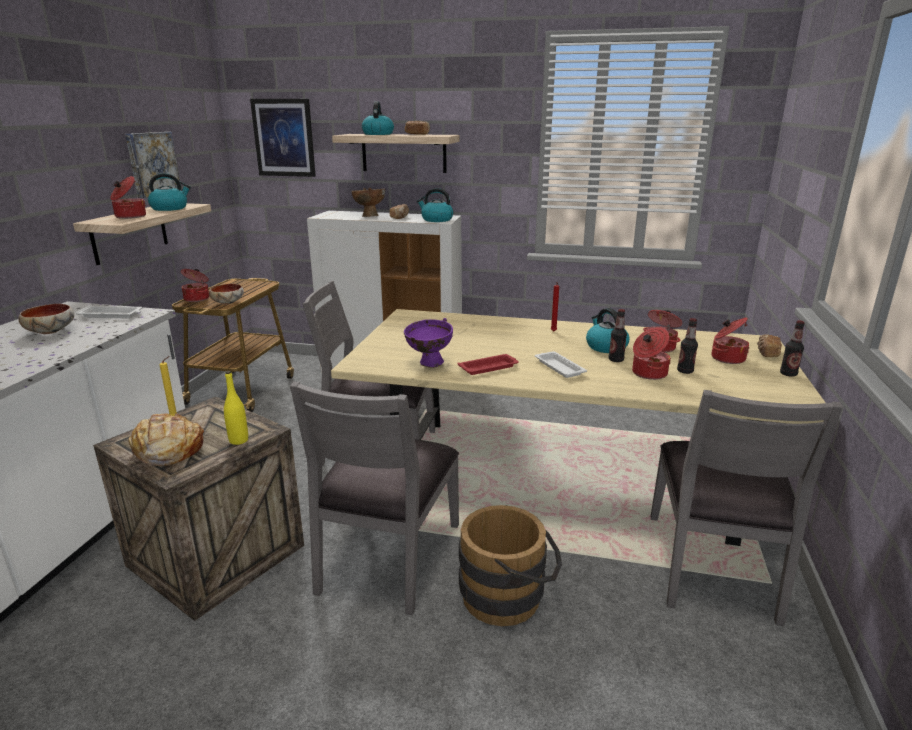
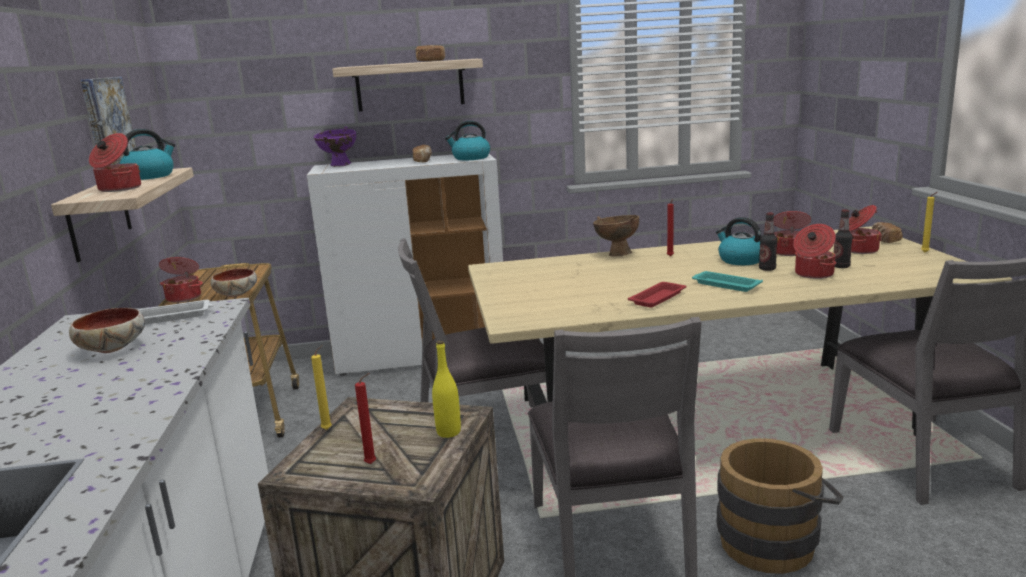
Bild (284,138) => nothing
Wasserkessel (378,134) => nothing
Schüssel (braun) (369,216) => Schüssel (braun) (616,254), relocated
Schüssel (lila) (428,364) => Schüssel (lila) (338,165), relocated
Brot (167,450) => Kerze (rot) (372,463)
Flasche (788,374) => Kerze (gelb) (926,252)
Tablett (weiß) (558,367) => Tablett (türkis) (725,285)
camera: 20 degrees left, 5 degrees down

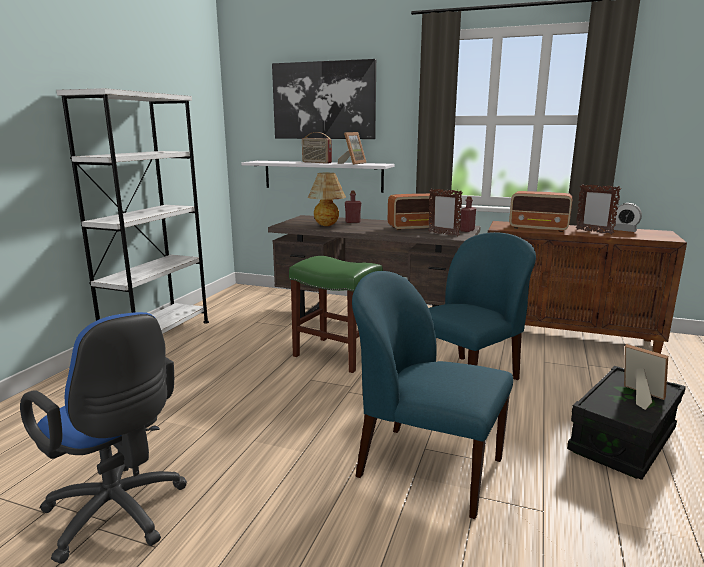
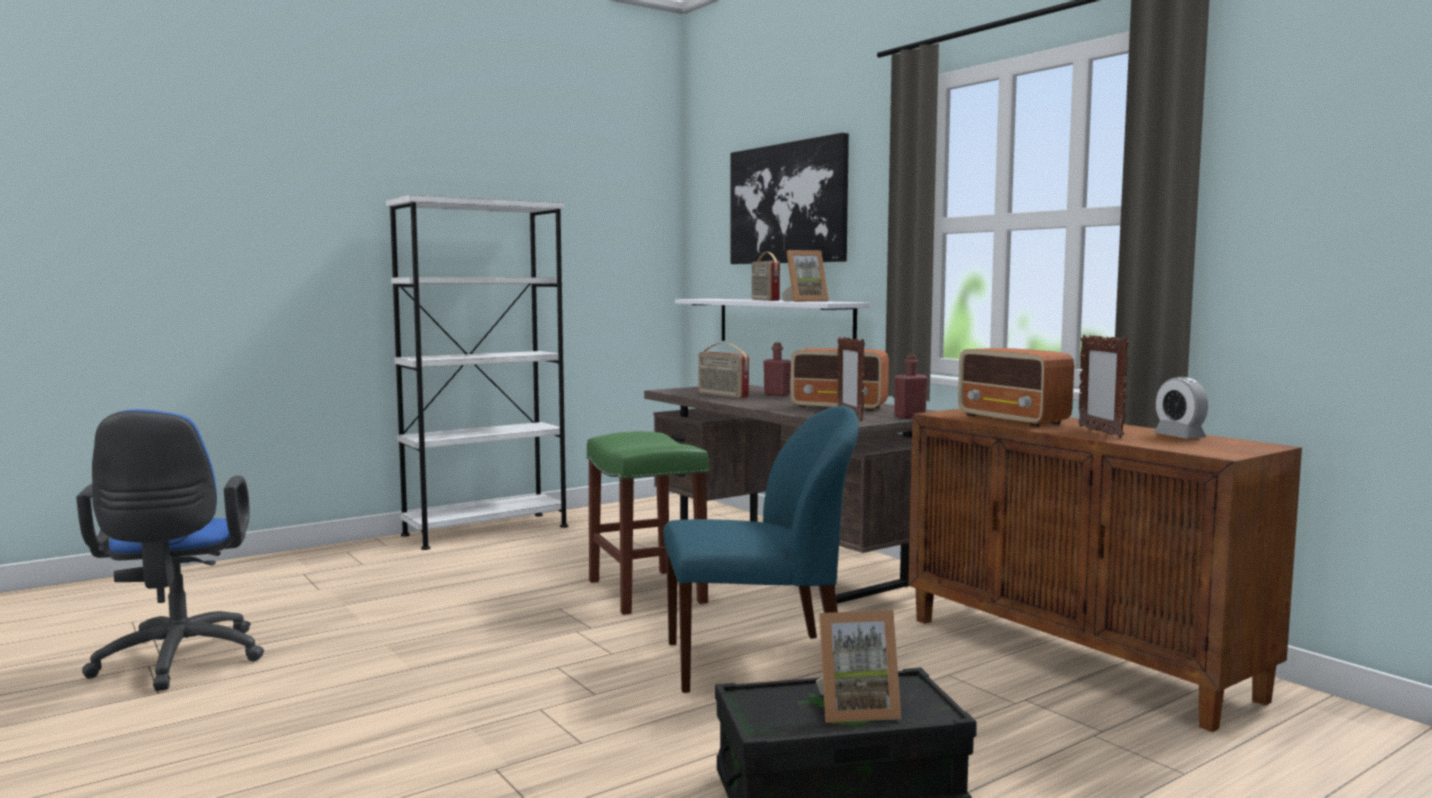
Stuhl (blau) (426,467) => nothing
Tischlampe (327,226) => Radio (722,395)
Bilderrahmen (639,397) => Bilderrahmen (855,709), 90 degrees clockwise
camera: 35 degrees right, 10 degrees down

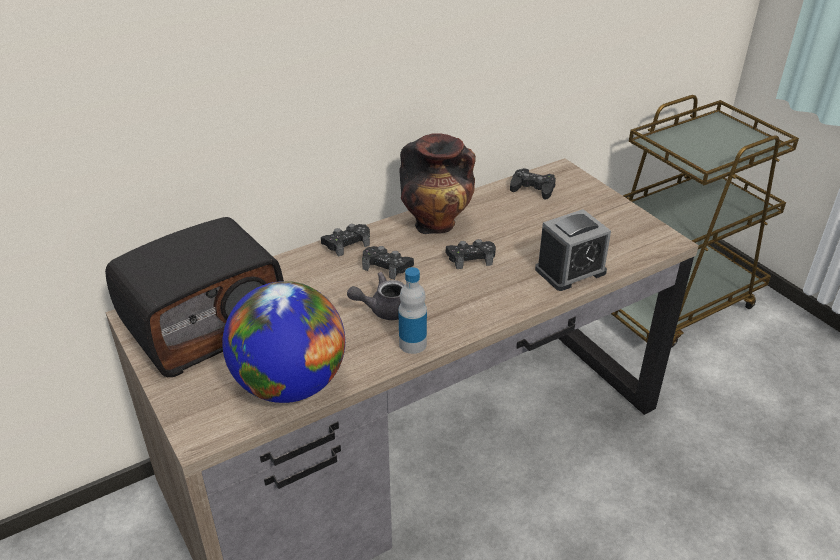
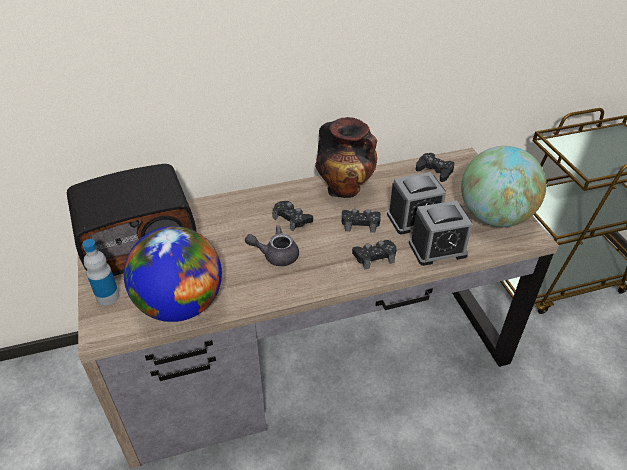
nothing => Wecker (414,219)
nothing => Globus (494,217)
Gamepad (schwarz) (347,243) => Gamepad (schwarz) (374,257), relocated
Flasche (412,344) => Flasche (108,296), relocated
camera: 15 degrees right, 5 degrees up

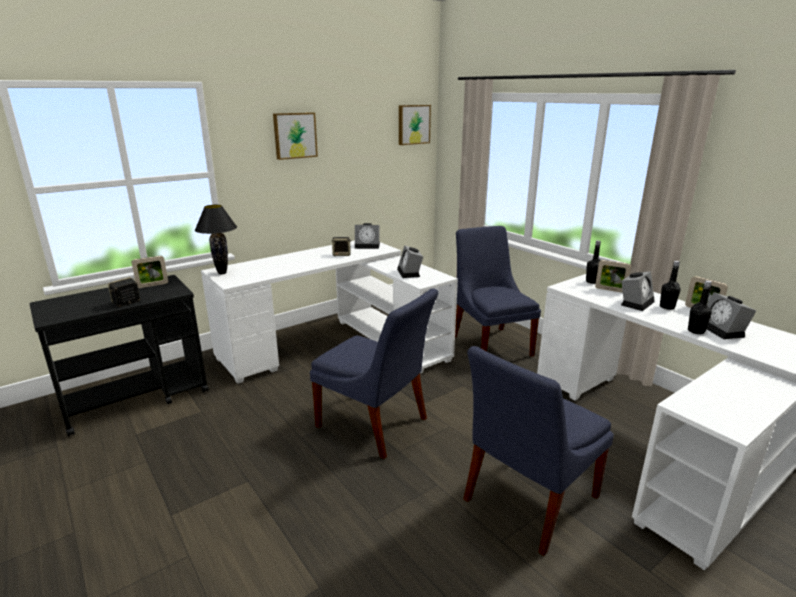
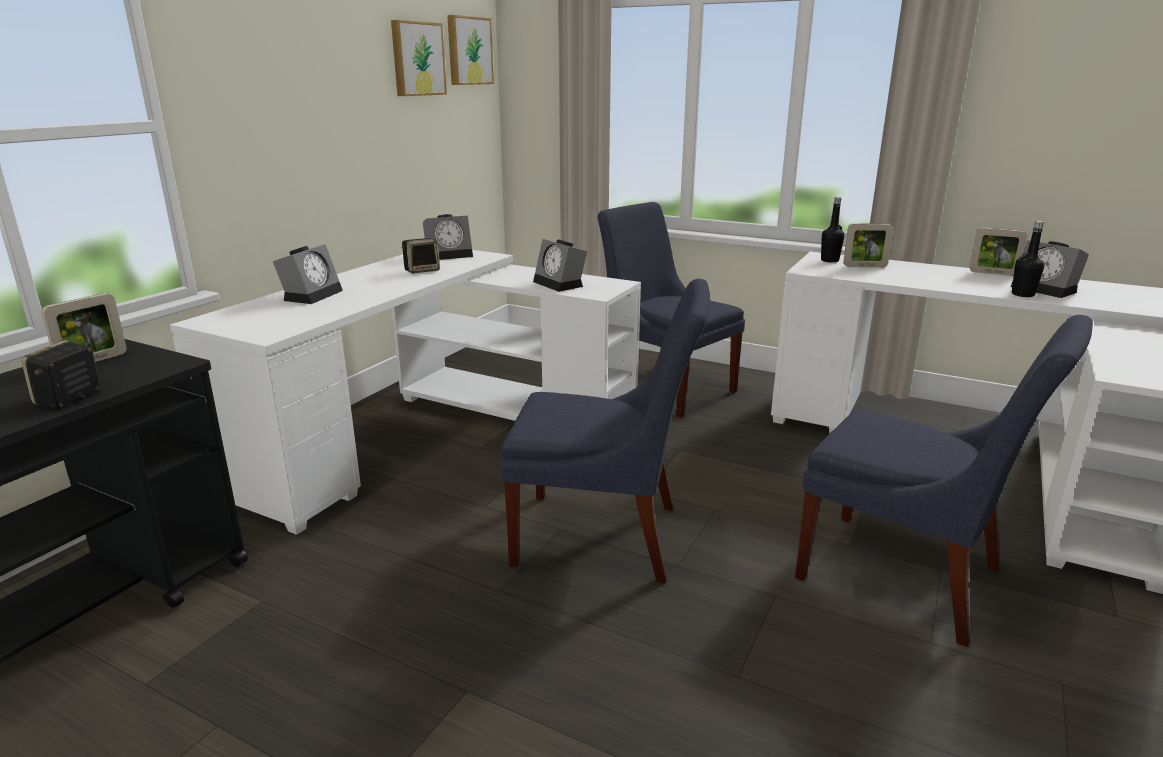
Tischlampe (schwarz) (222,273) => nothing
Flasche (schwarz) (667,307) => nothing
Bild (294,135) => Bild (417,59), relocated
Wecker (636,302) => Wecker (312,295), relocated
Stuhl (blau) (527,501) => Stuhl (blau) (908,578), 75 degrees counterclockwise
camera: 25 degrees left, 0 degrees up

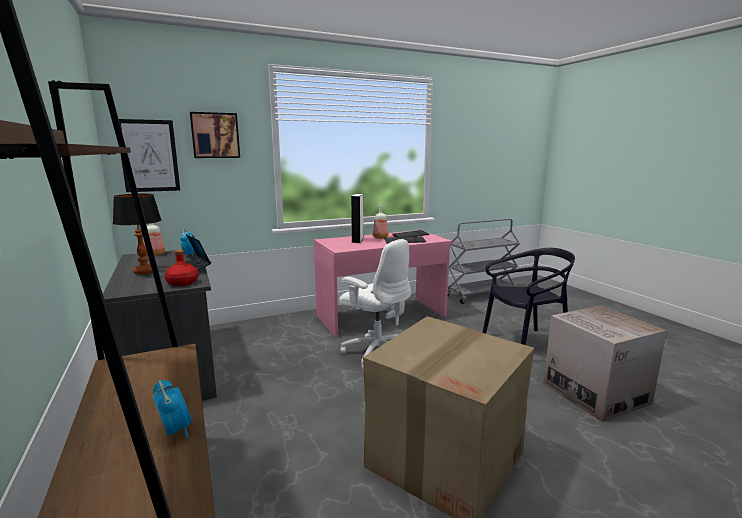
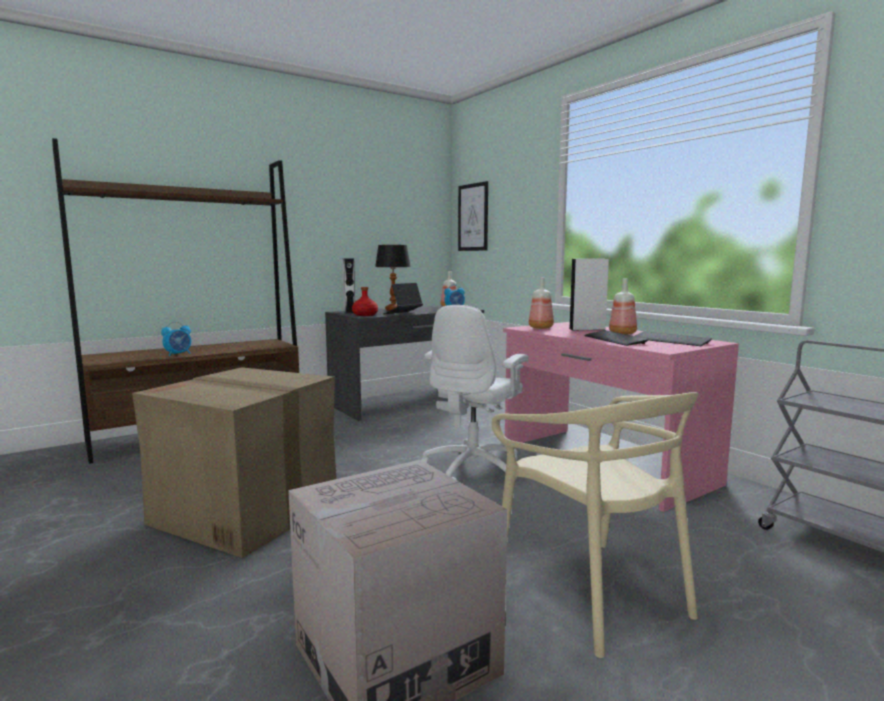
Bild (215,135) => nothing
nothing => Lautsprecher (weiß) (349,312)
nothing => Flasche (540,327)
Stuhl (schwarz) (525,344) => Stuhl (beige) (592,592)
camera: 80 degrees right, 5 degrees down

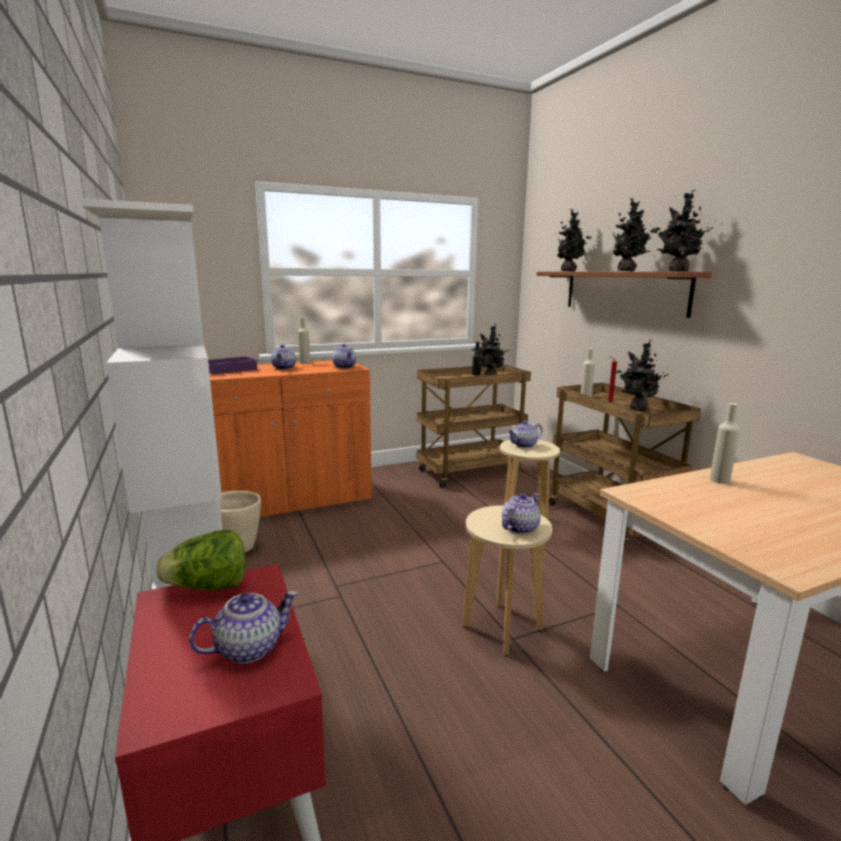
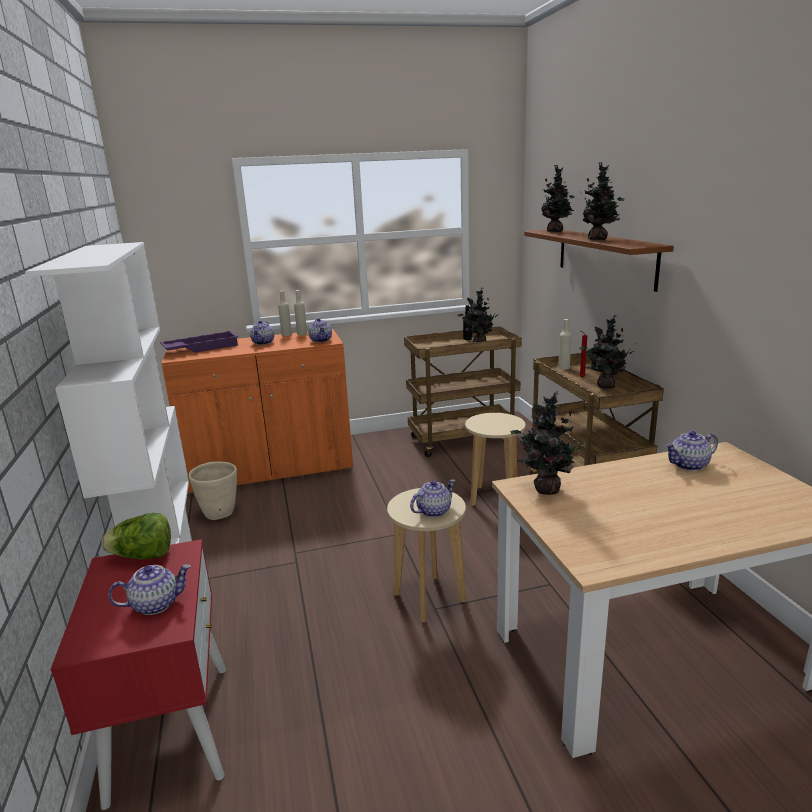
Teekanne (524,445) => Teekanne (689,465), relocated
Topfpflanze (676,271) => Topfpflanze (544,489), relocated
Flasche (beige) (719,480) => Flasche (beige) (302,334), relocated
camera: 10 degrees right, 5 degrees up

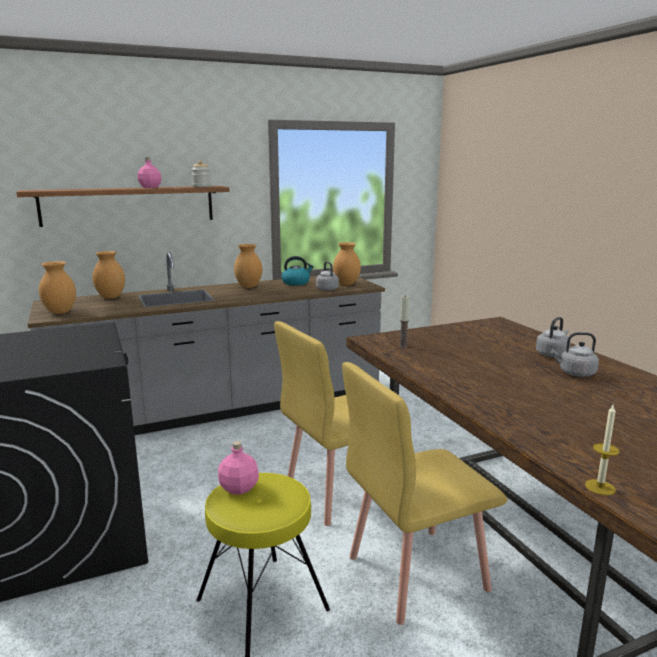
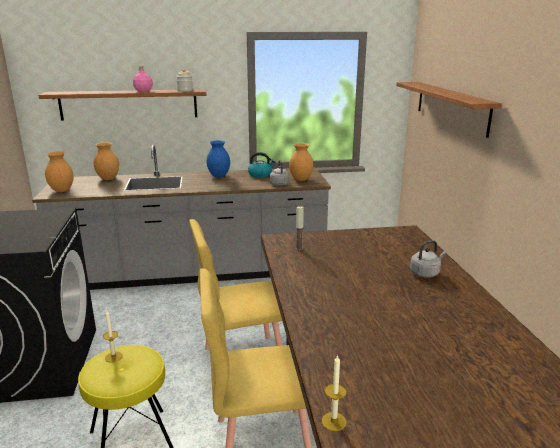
Wasserkessel (grau) (575,373) => nothing
nothing => Wandregal (451,106)
Flasche (rosa) (239,488) => Kerze (113,357)
Vase (braun) (248,286) => Vase (blau) (218,176)
camera: 15 degrees right, 5 degrees up

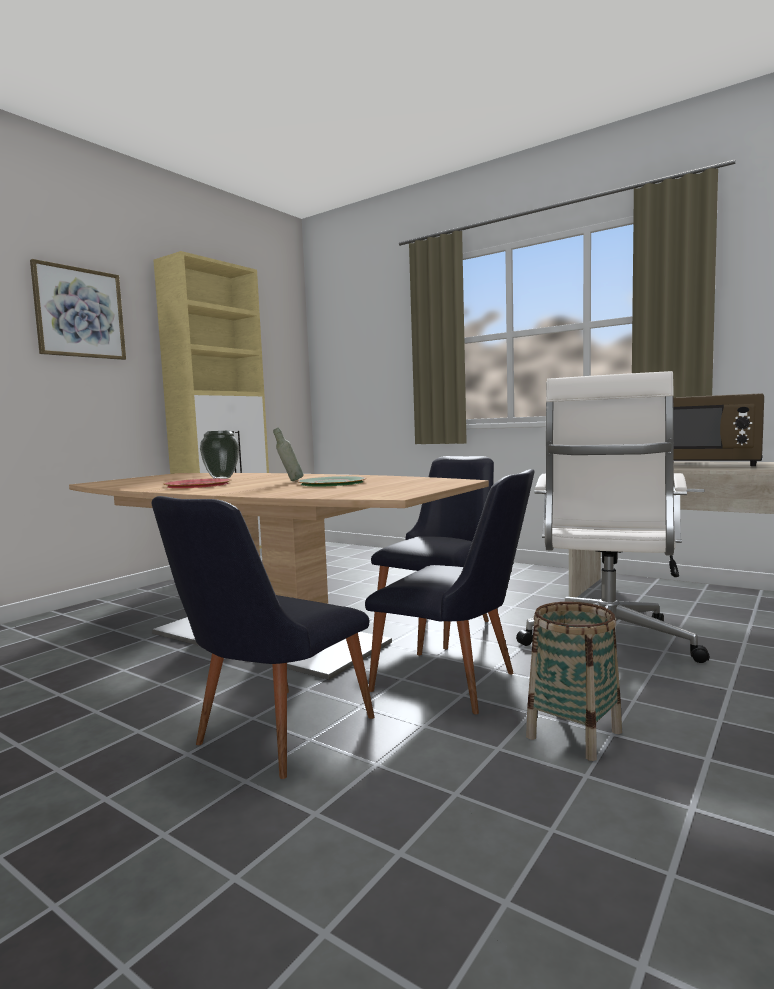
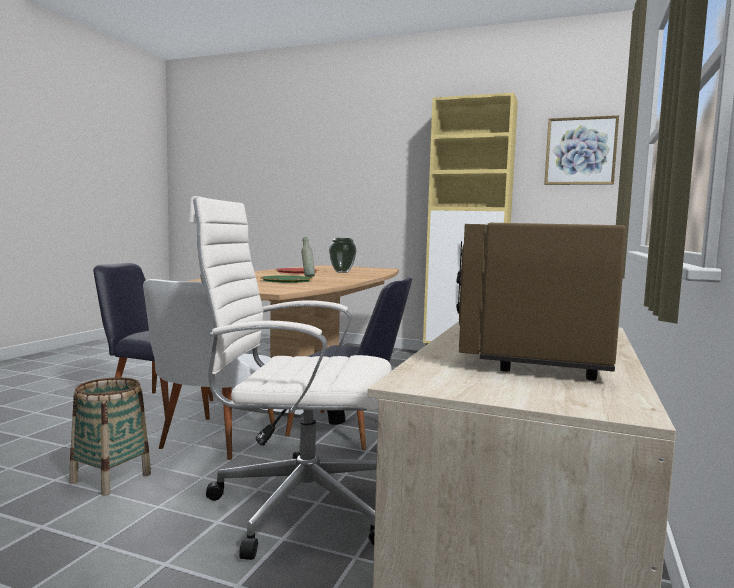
Bild (79,313) => Bild (580,151), relocated
Stuhl (schwarz) (456,685) => Stuhl (weiß) (210,441)
camera: 75 degrees right, 0 degrees up

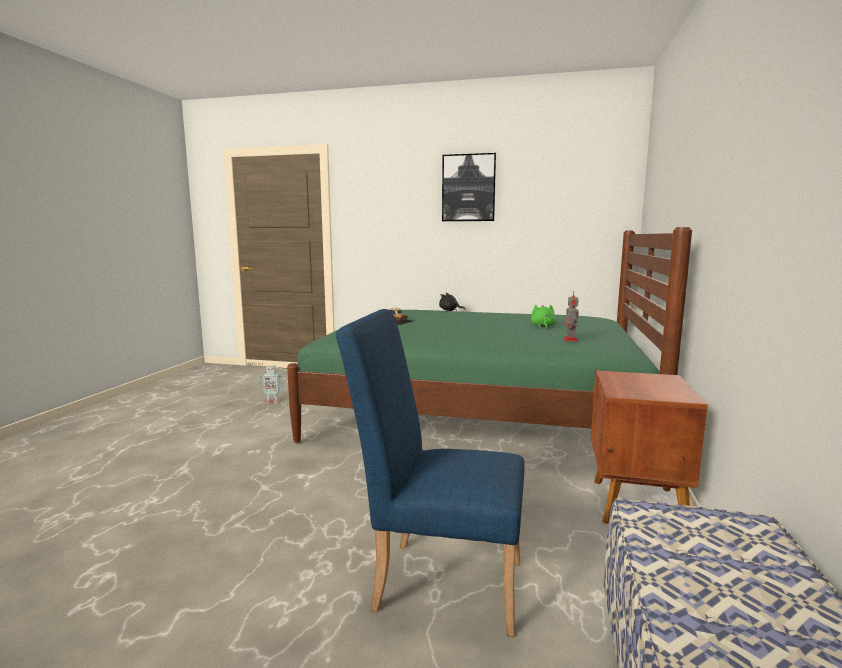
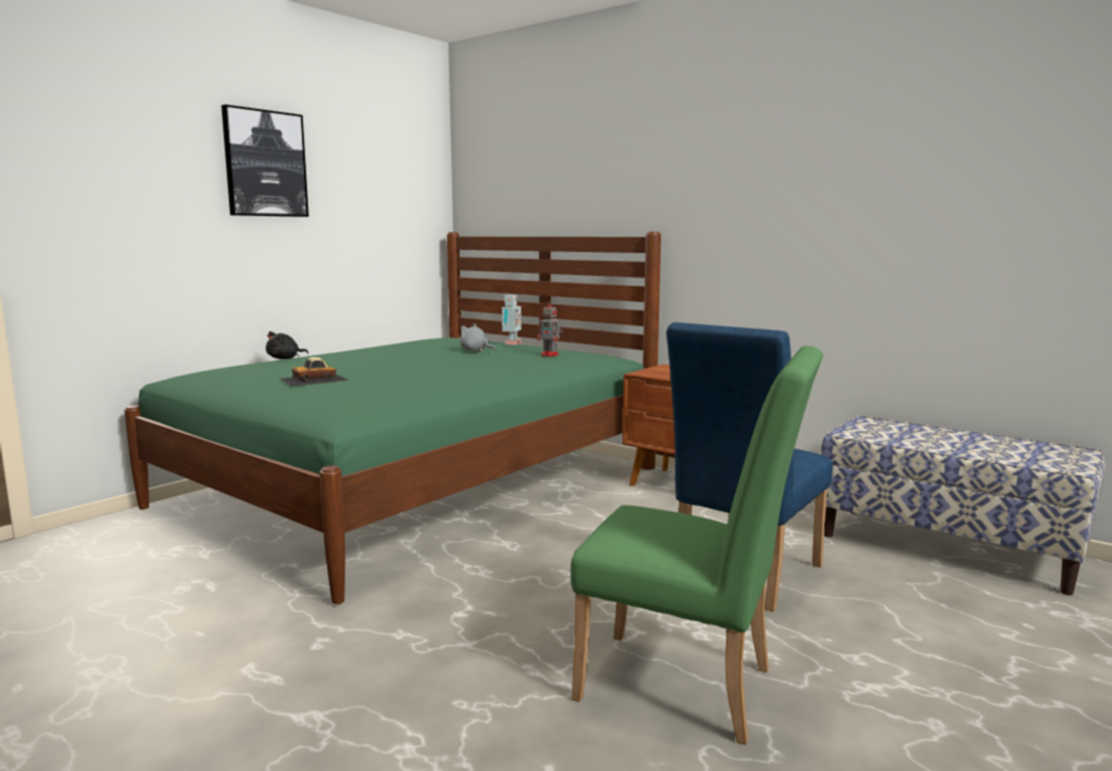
nothing => Stuhl (grün) (690,688)
Spielzeugroboter (272,402) => Spielzeugroboter (511,344), relocated
Plüschtier (grün) (542,326) => Plüschtier (grau) (475,351)
camera: 65 degrees left, 0 degrees up

